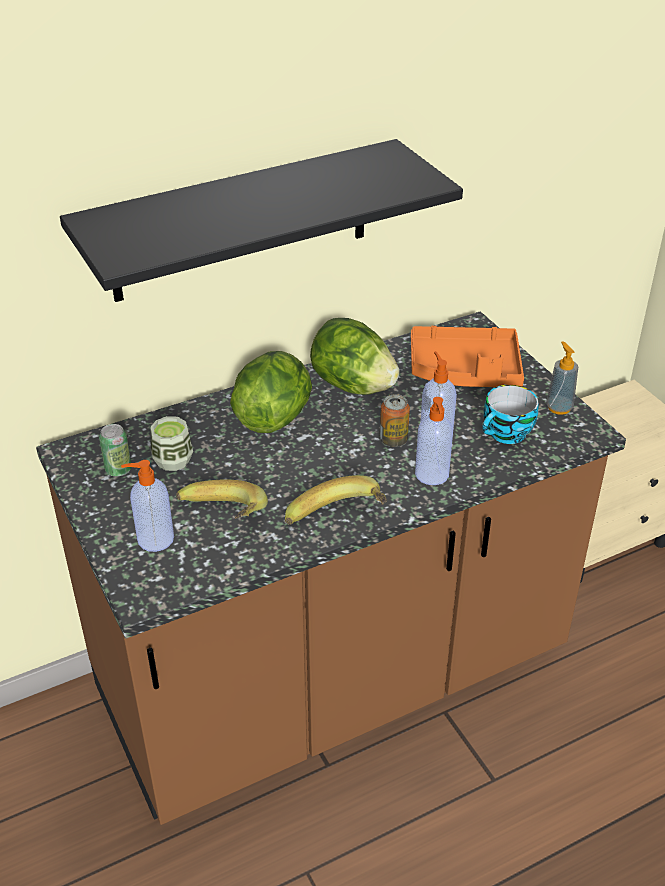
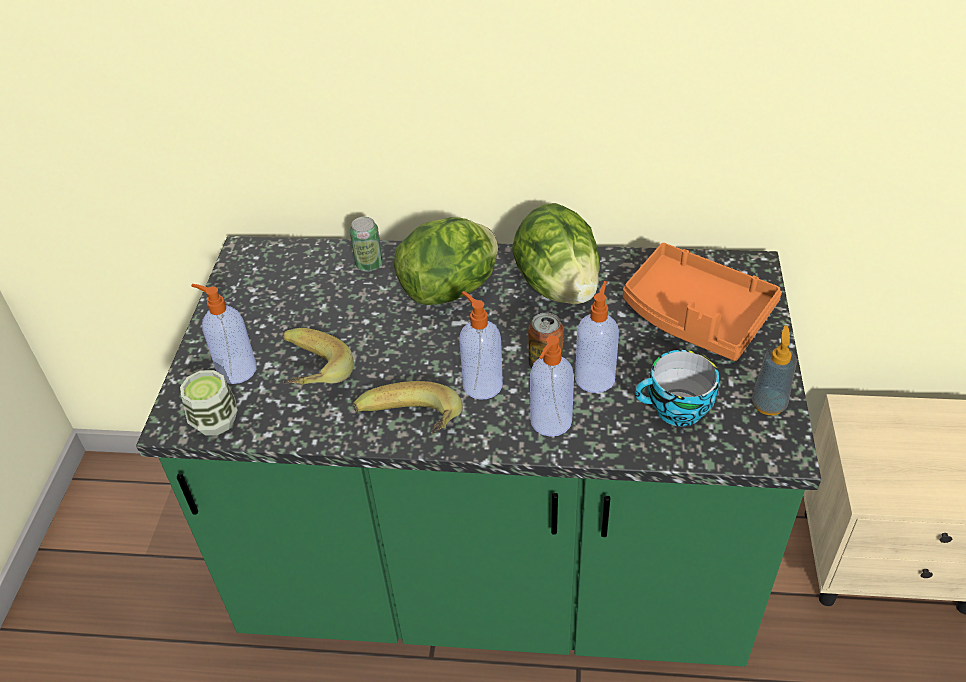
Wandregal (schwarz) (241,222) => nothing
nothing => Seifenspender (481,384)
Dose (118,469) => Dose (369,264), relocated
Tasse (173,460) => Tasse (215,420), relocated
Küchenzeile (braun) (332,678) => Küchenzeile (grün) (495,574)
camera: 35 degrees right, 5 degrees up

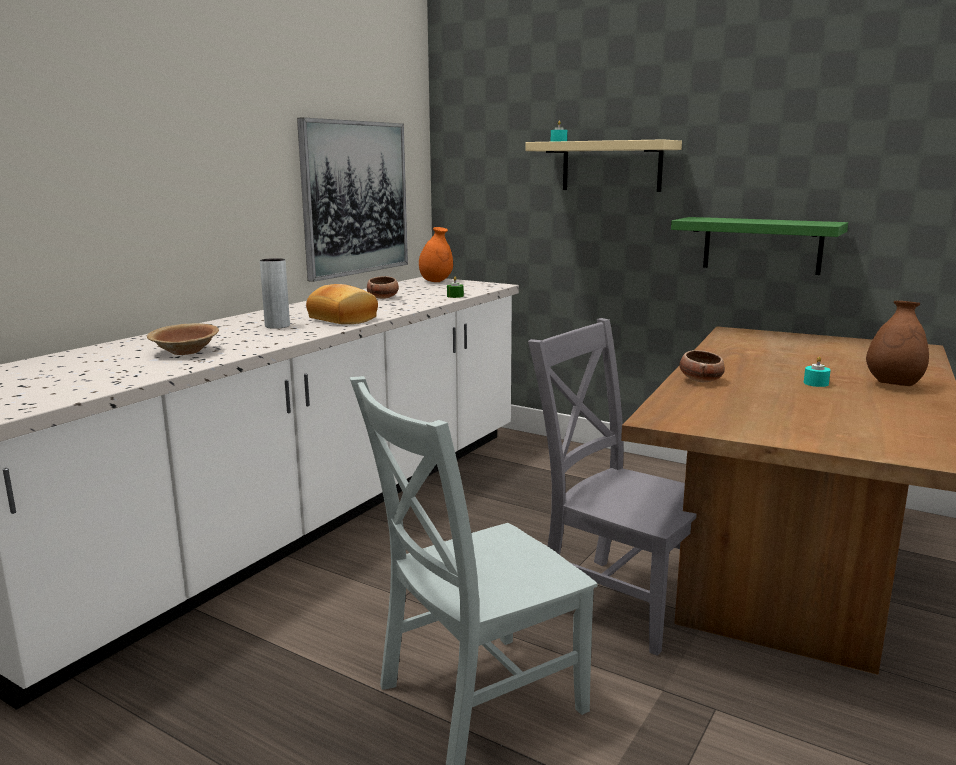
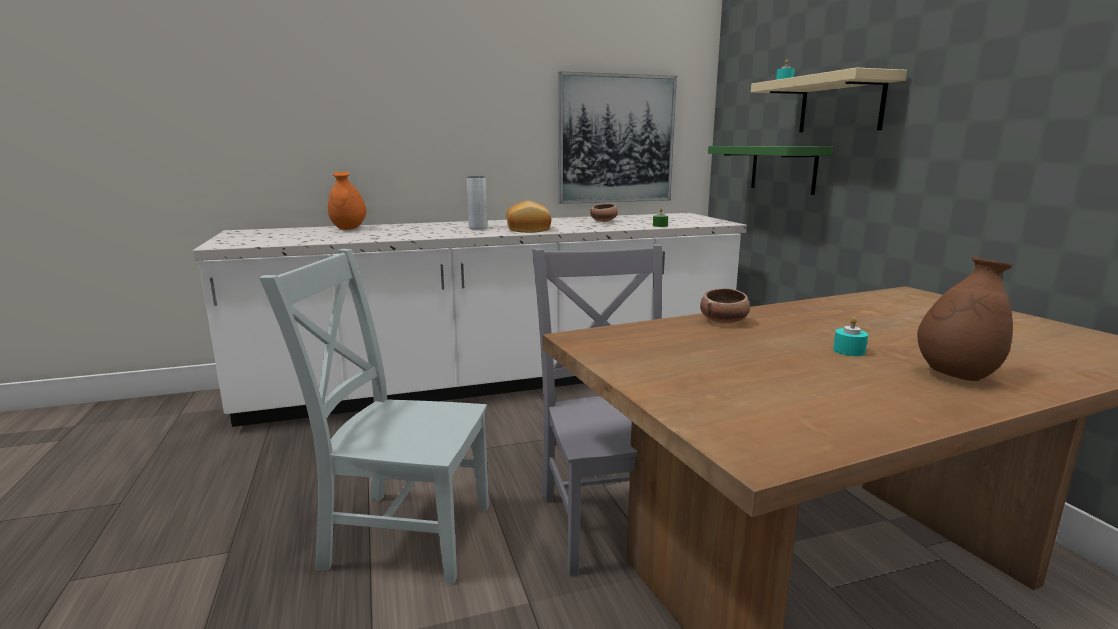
Schüssel (braun) (185,352) => nothing
Vase (orange) (436,281) => Vase (orange) (348,229), relocated
Wandregal (grün) (762,245) => Wandregal (grün) (783,168), relocated
camera: 40 degrees right, 0 degrees up

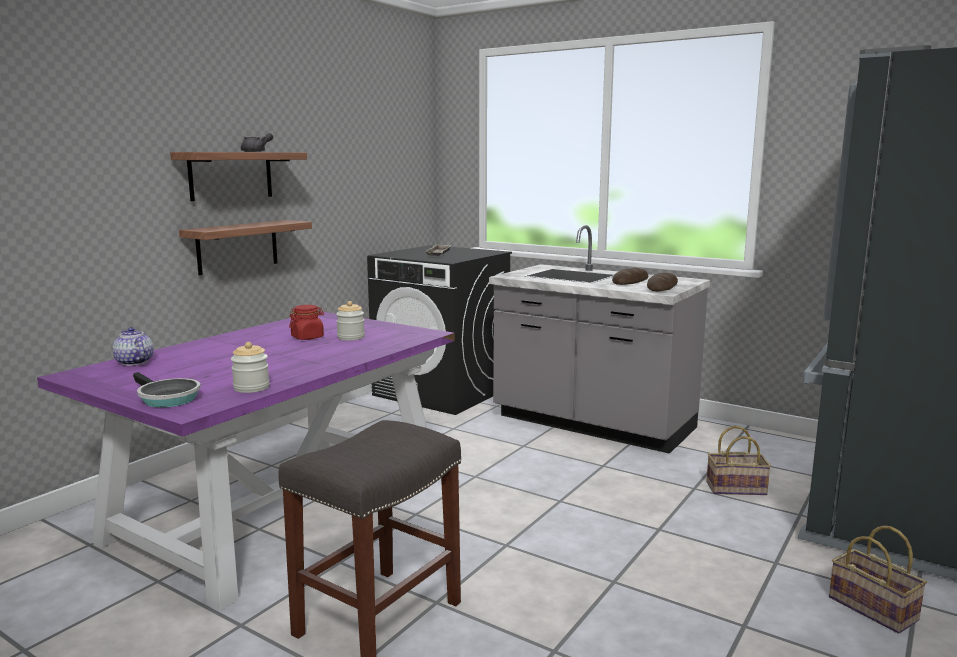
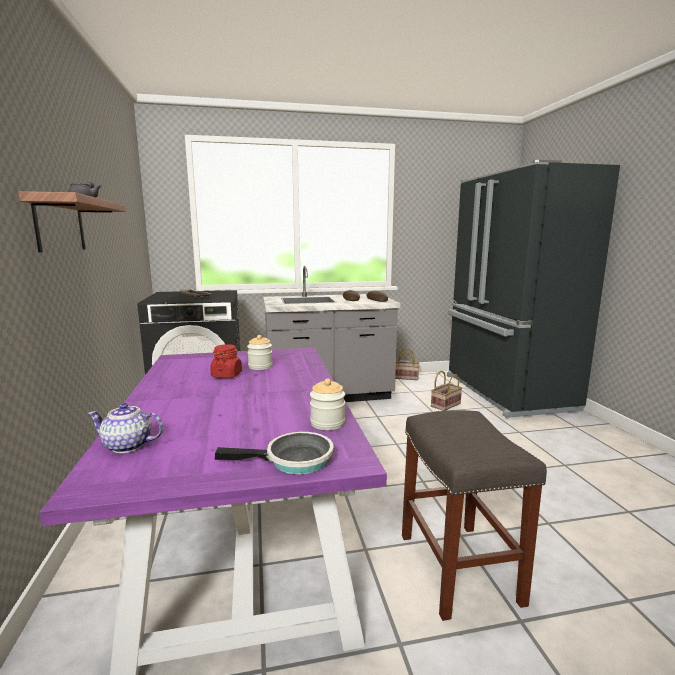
Wandregal (237,246) => nothing
Korb (875,609) => Korb (406,377), relocated
camera: 45 degrees left, 0 degrees up

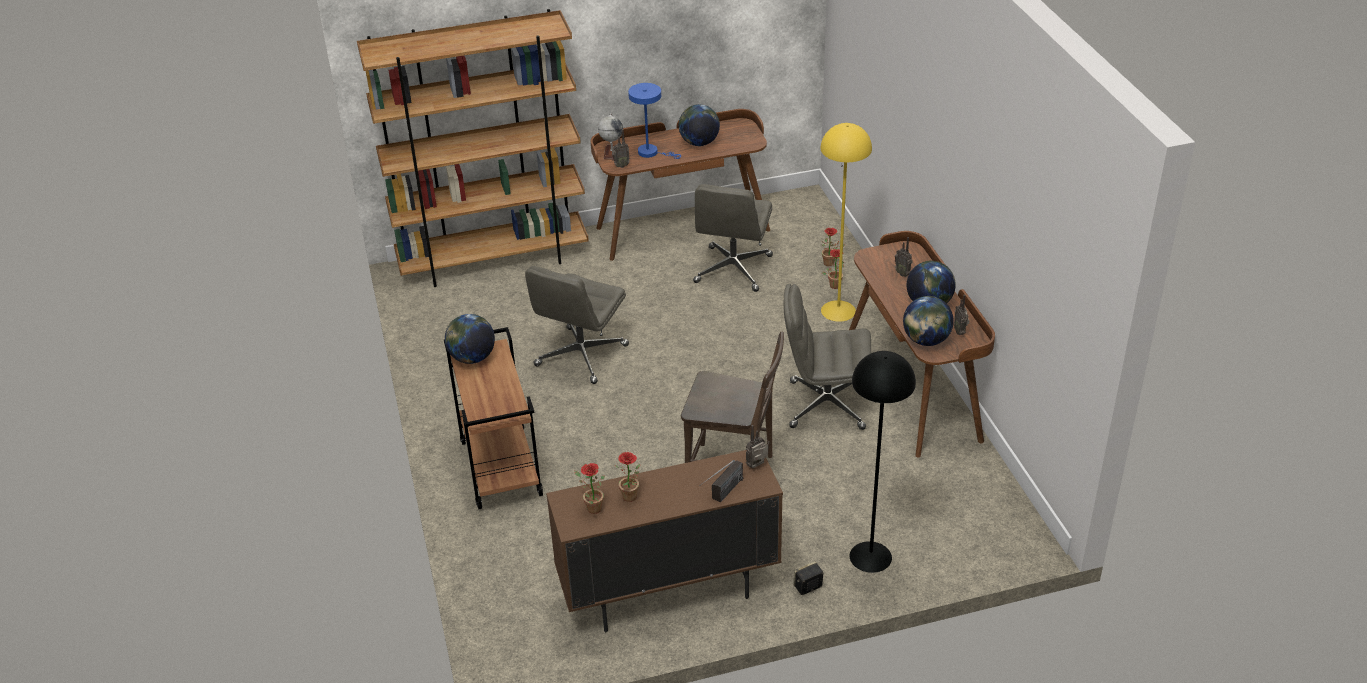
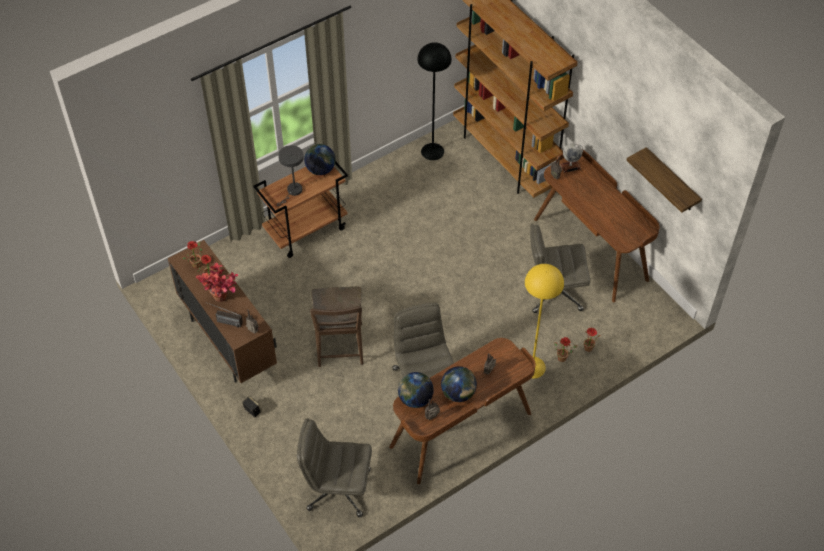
Tischlampe (blau) (651,152) => nothing
Globus (699,143) => nothing
nothing => Topfpflanze (223,300)
nothing => Tischlampe (grau) (293,192)
nothing => Wandregal (671,181)
Bürostuhl (grau) (581,356) => Bürostuhl (grau) (338,489), relocated
Stehlampe (schwarz) (870,557) => Stehlampe (schwarz) (432,151), relocated
camera: 70 degrees right, 15 degrees up

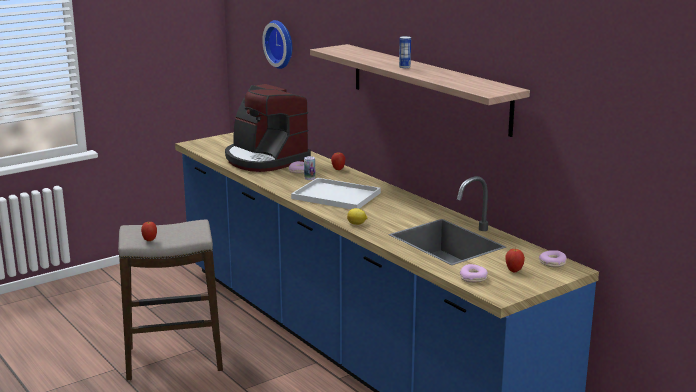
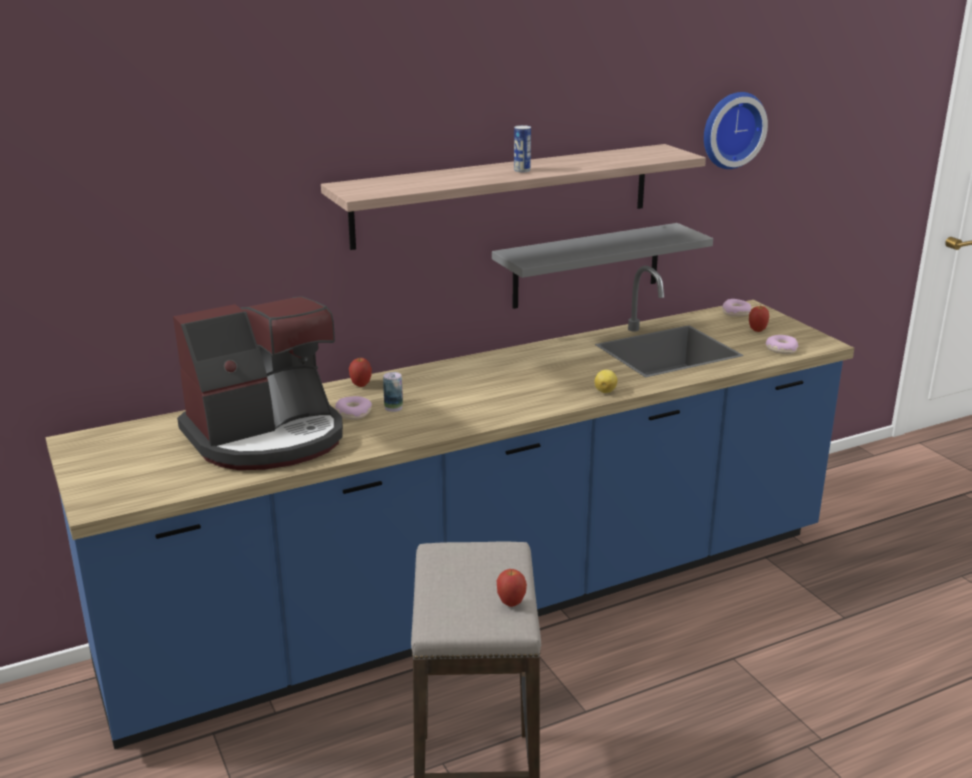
Tablett (weiß) (334,195) => nothing
nothing => Wandregal (grau) (586,265)
Wanduhr (281,44) => Wanduhr (730,129), relocated
camera: 80 degrees left, 5 degrees up

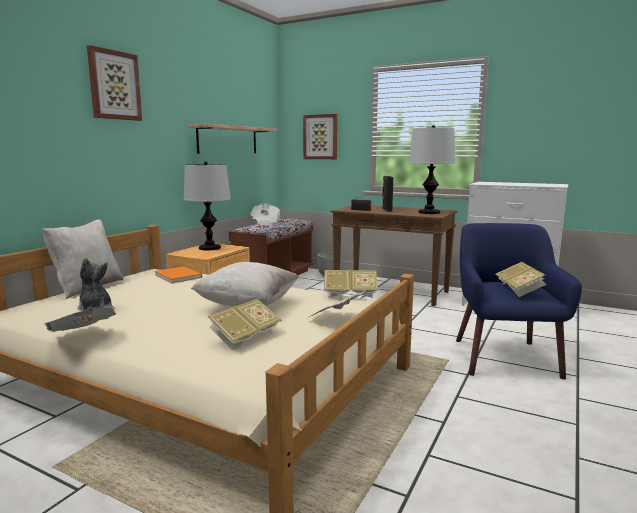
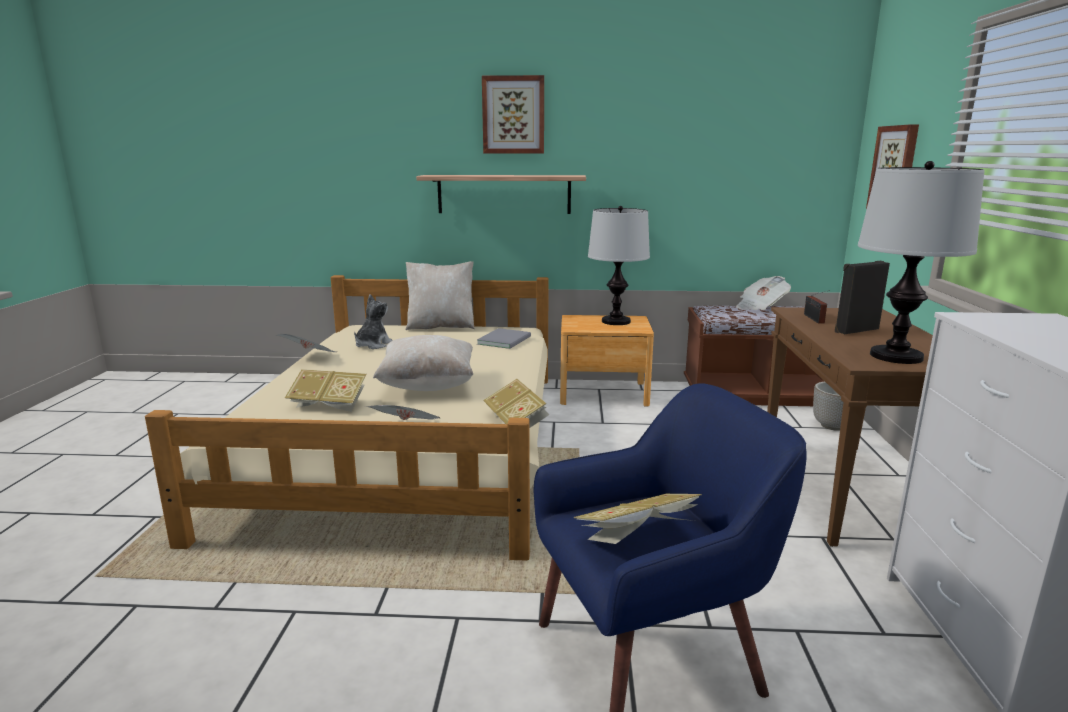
Wandregal (228,140) => Wandregal (504,194), relocated
Buch (orange) (178,276) => Buch (grau) (506,340)
camera: 65 degrees right, 5 degrees up

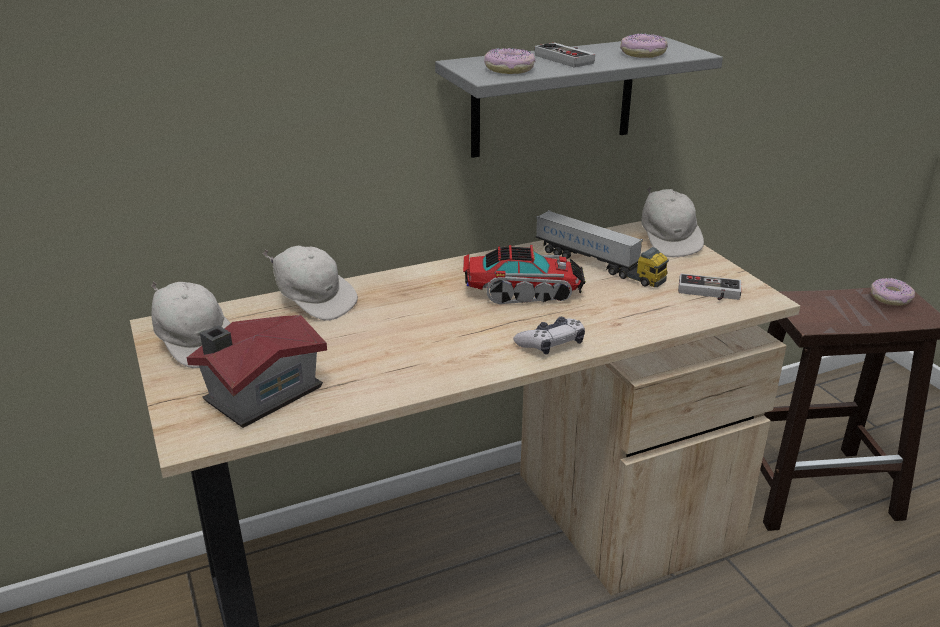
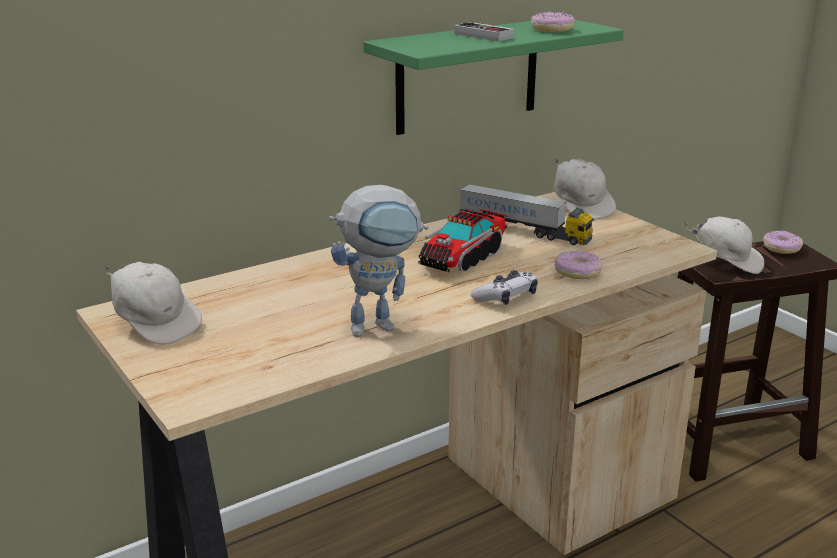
Spielzeughaus (259,394) => nothing
Gamepad (708,293) => nothing
nothing => Spielzeugroboter (381,325)
Kappe (weiß) (314,301) => Kappe (weiß) (726,262), relocated
Donut (509,69) => Donut (577,272), relocated
Wandregal (grau) (553,97) => Wandregal (grün) (468,75)
Spielzeuglaster (523,292) => Spielzeuglaster (463,258), 135 degrees clockwise
camera: 10 degrees left, 5 degrees down

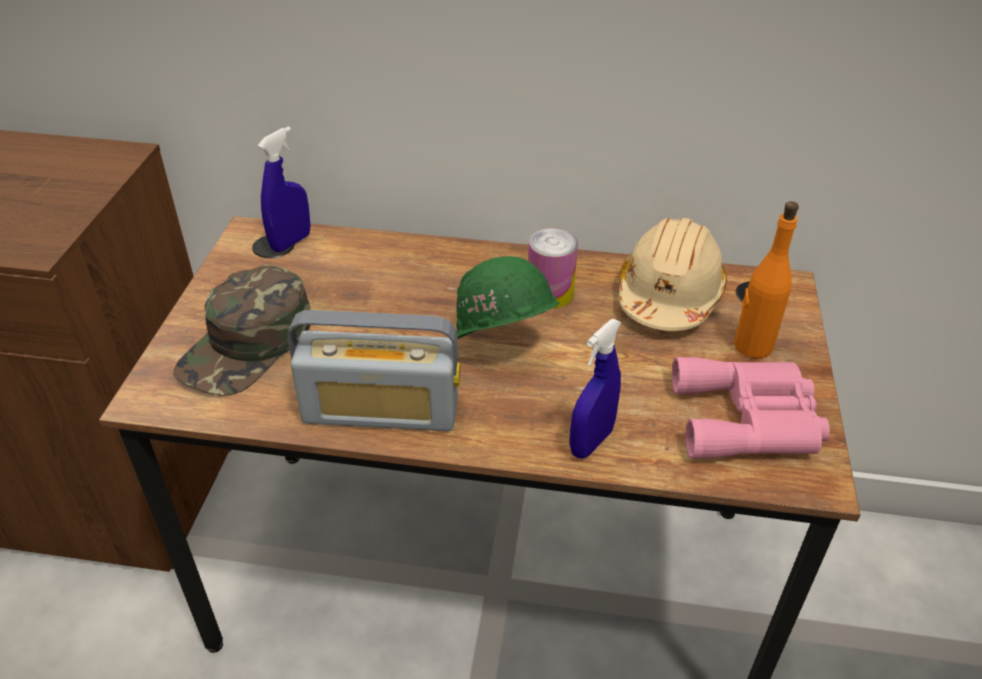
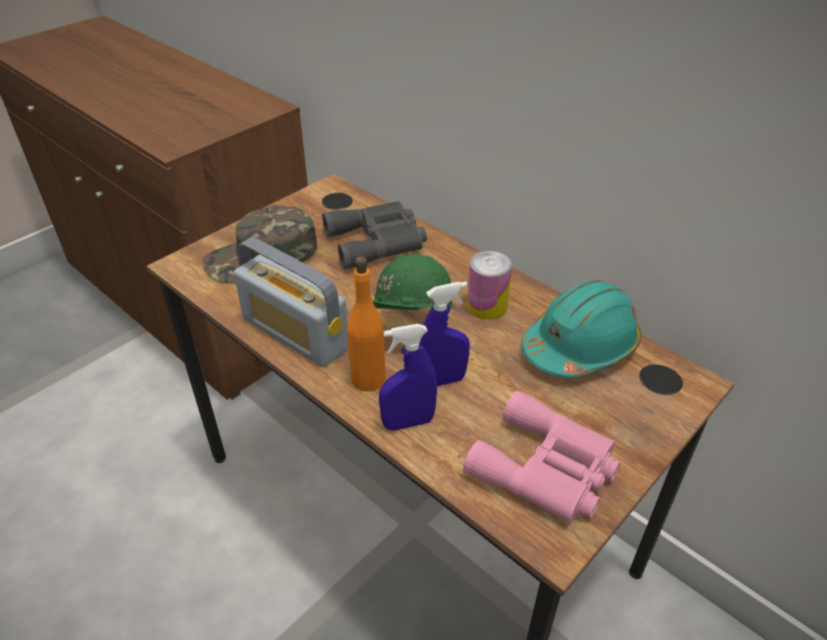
nothing => Fernglas (grau) (378,241)
Sprühflasche (blau) (291,242) => Sprühflasche (blau) (441,381), relocated
Flasche (orange) (752,345) => Flasche (orange) (367,379), relocated
Schutzhelm (beige) (669,295) => Schutzhelm (türkis) (580,346)
camera: 35 degrees right, 0 degrees up

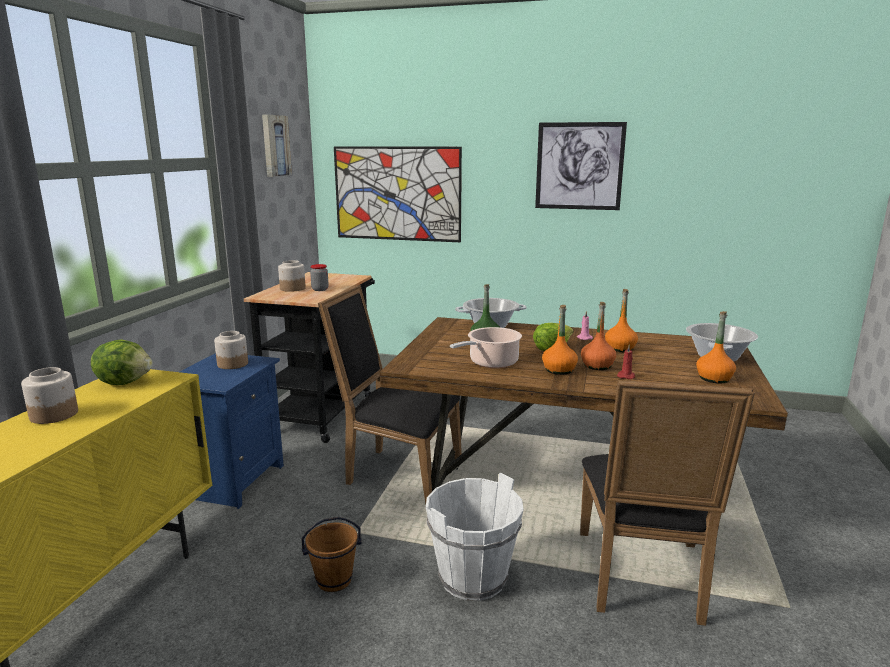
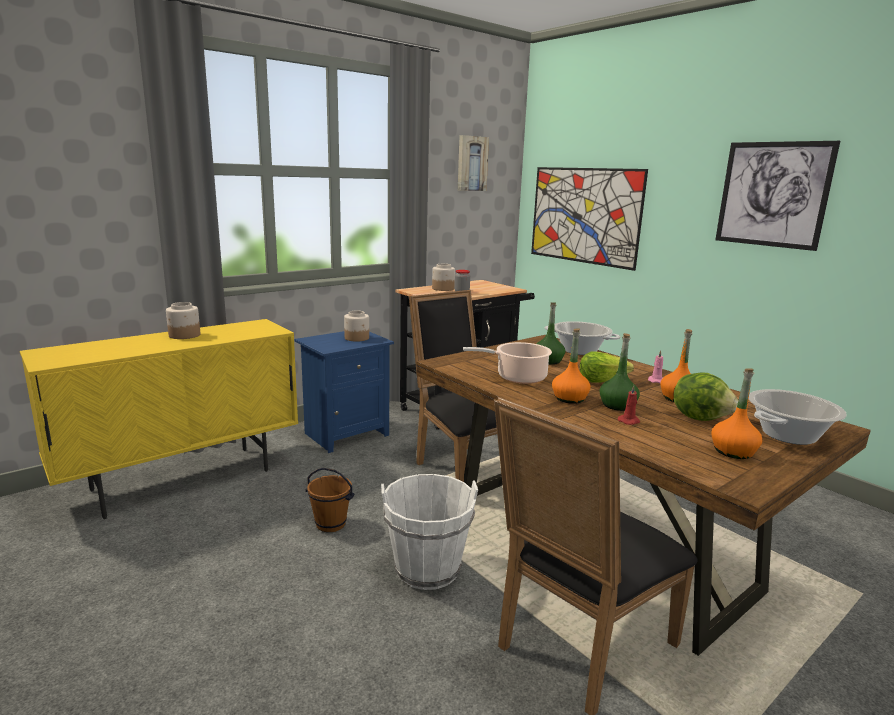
Salatkopf (125,382) => Salatkopf (700,417), relocated
Flasche (orange) (597,366) => Flasche (grün) (618,405)
camera: 35 degrees right, 0 degrees up

